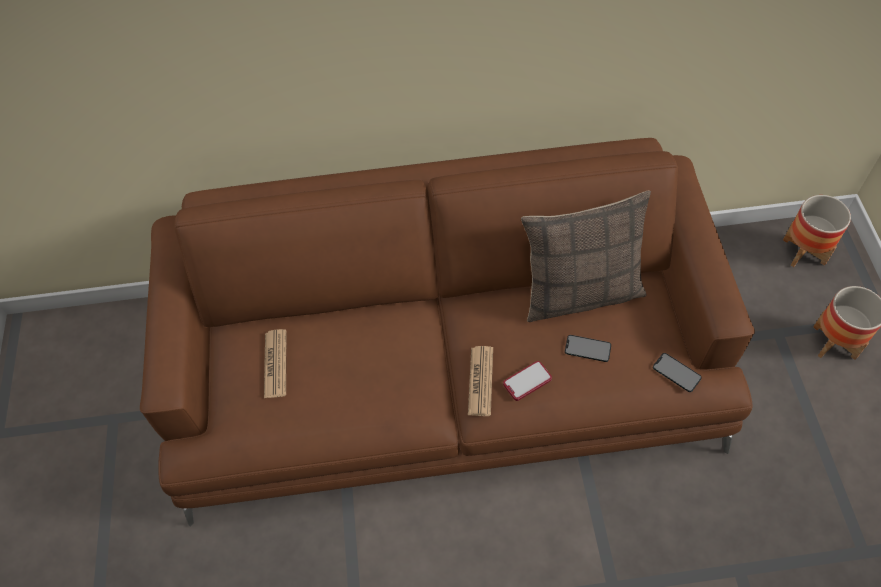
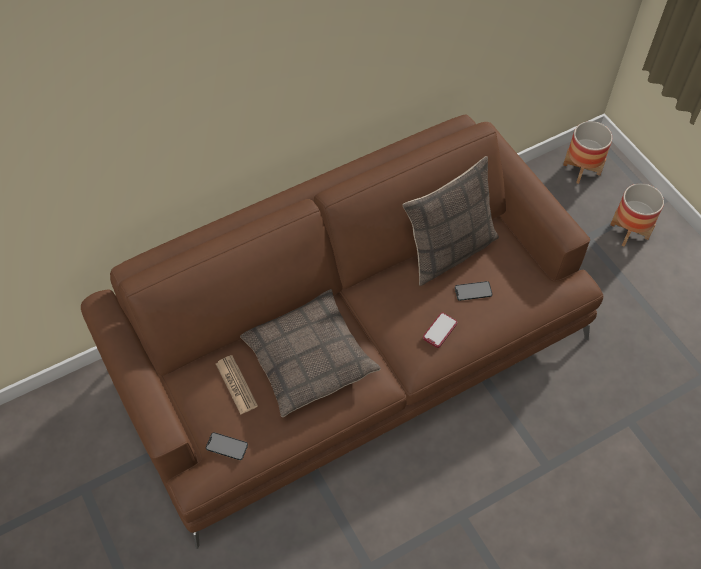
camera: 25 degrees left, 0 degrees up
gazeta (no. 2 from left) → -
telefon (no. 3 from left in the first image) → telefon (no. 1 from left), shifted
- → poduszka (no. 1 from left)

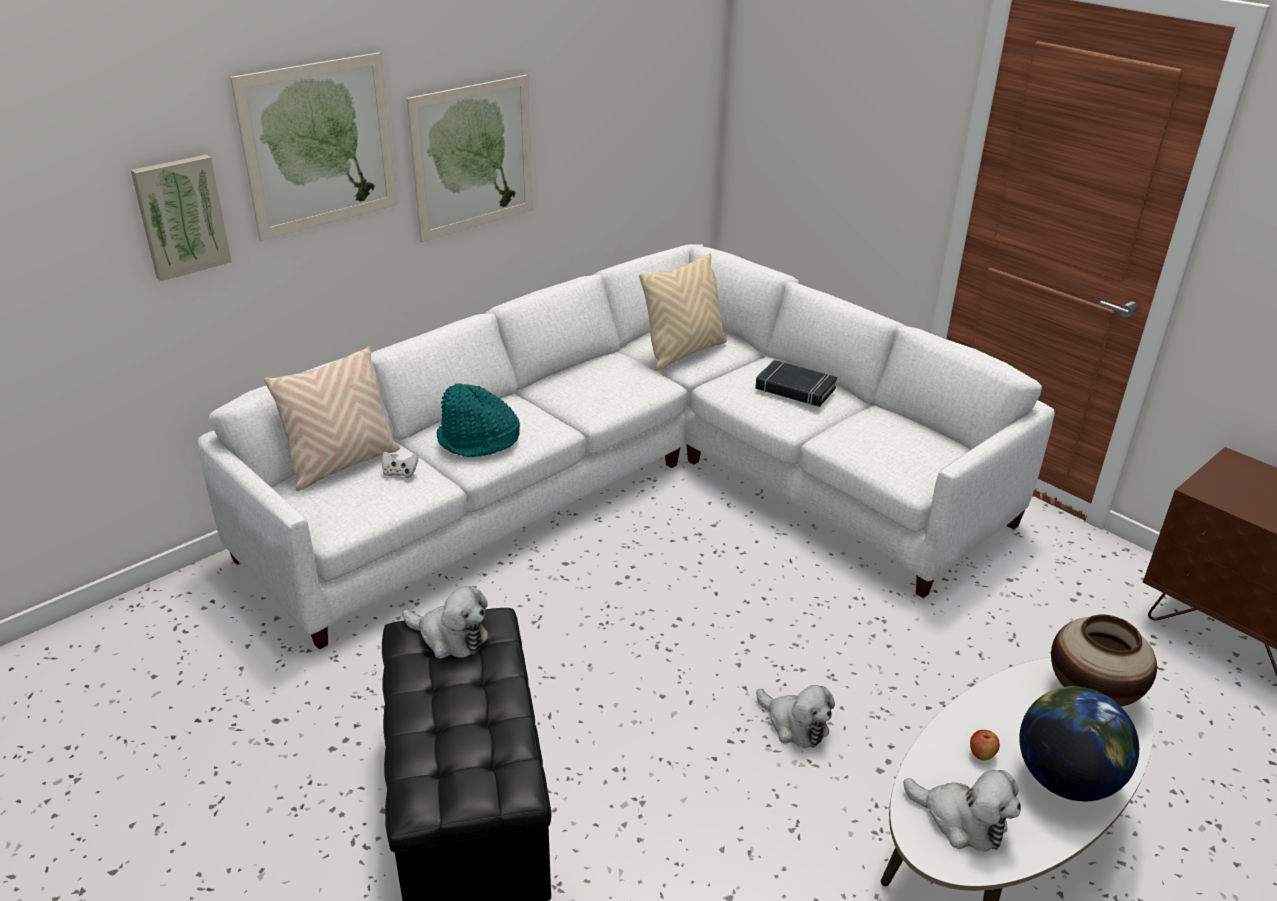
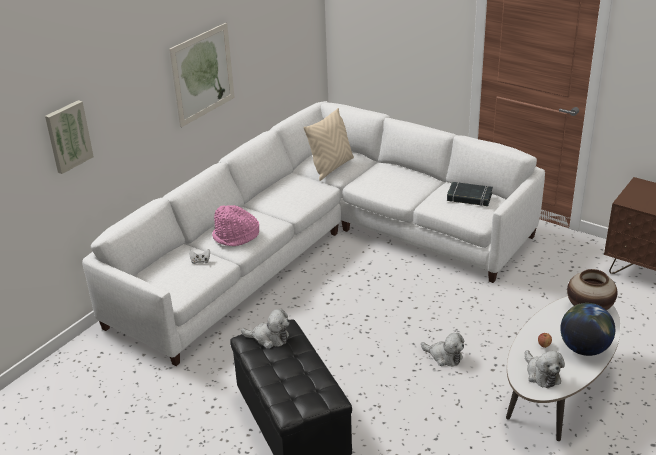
camera: 10 degrees left, 0 degrees up
obraz (no. 2 from left) → -
poduszka/beżowy (no. 1 from left) → -
książka/czarny, shifted
kapelusz/turkusowy → kapelusz/różowy
pluszak (no. 3 from left), 45 degrees clockwise

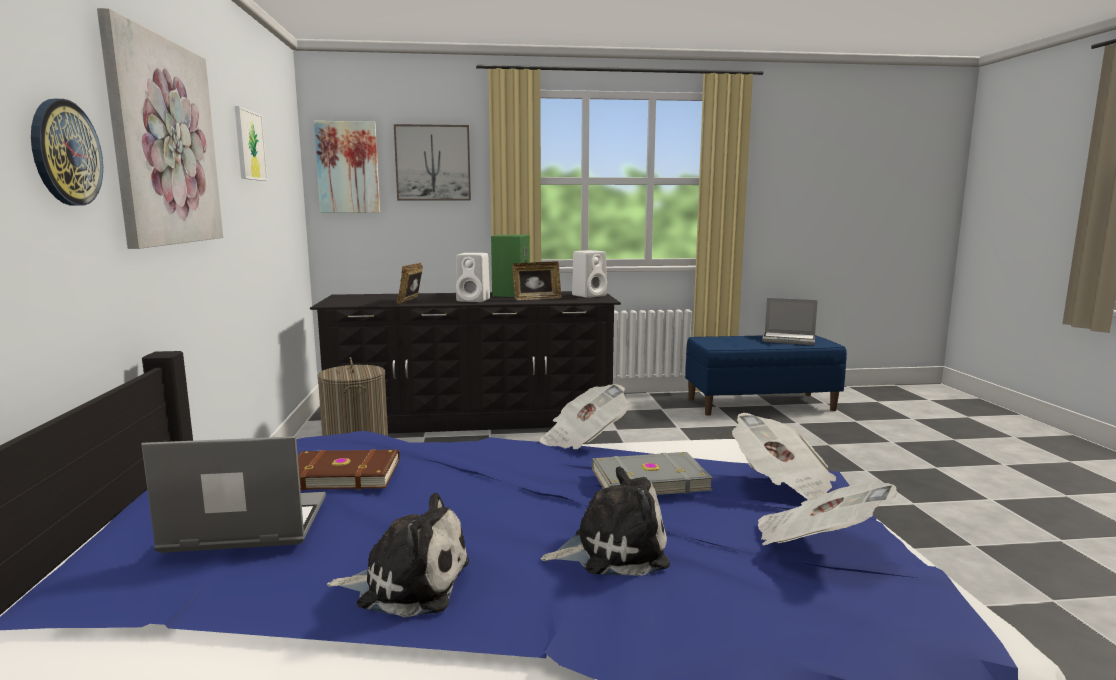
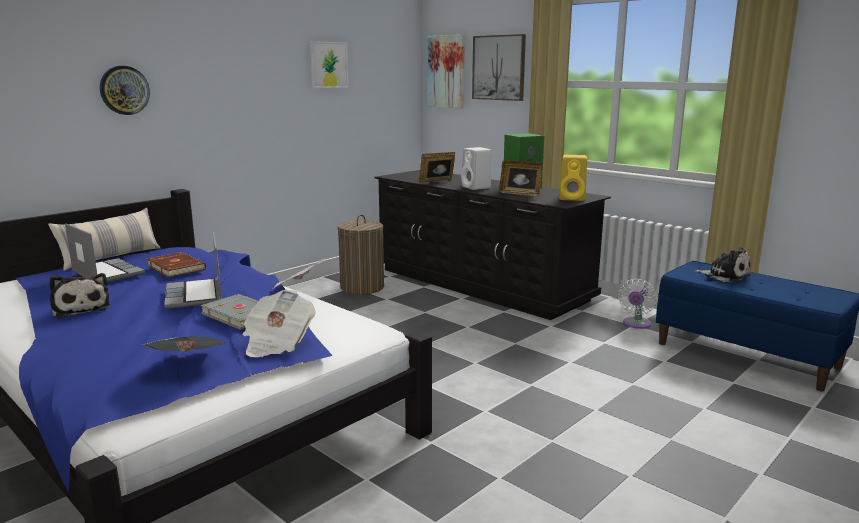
camera: 50 degrees right, 5 degrees up
obraz (no. 1 from left) → -
głośnik/biały (no. 2 from left) → głośnik/żółty
laptop (no. 2 from left), shifted
pluszak (no. 2 from left), shifted
- → poduszka
- → wentylator/biały

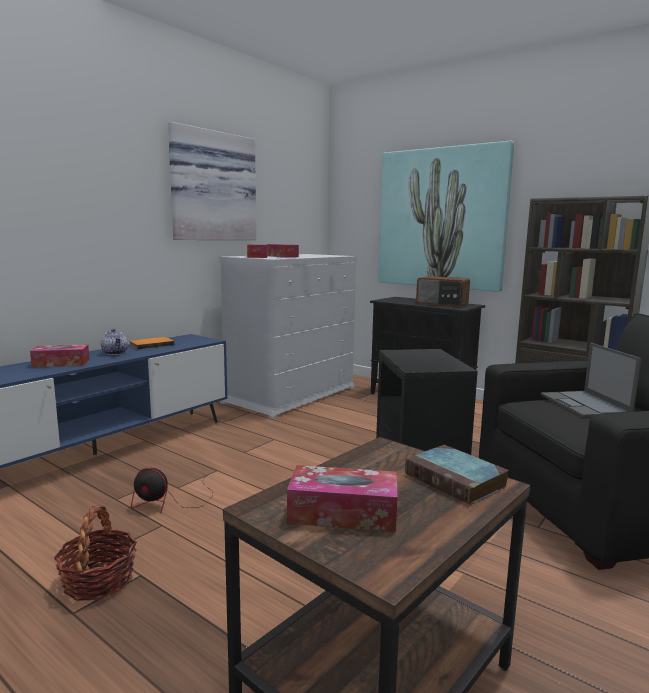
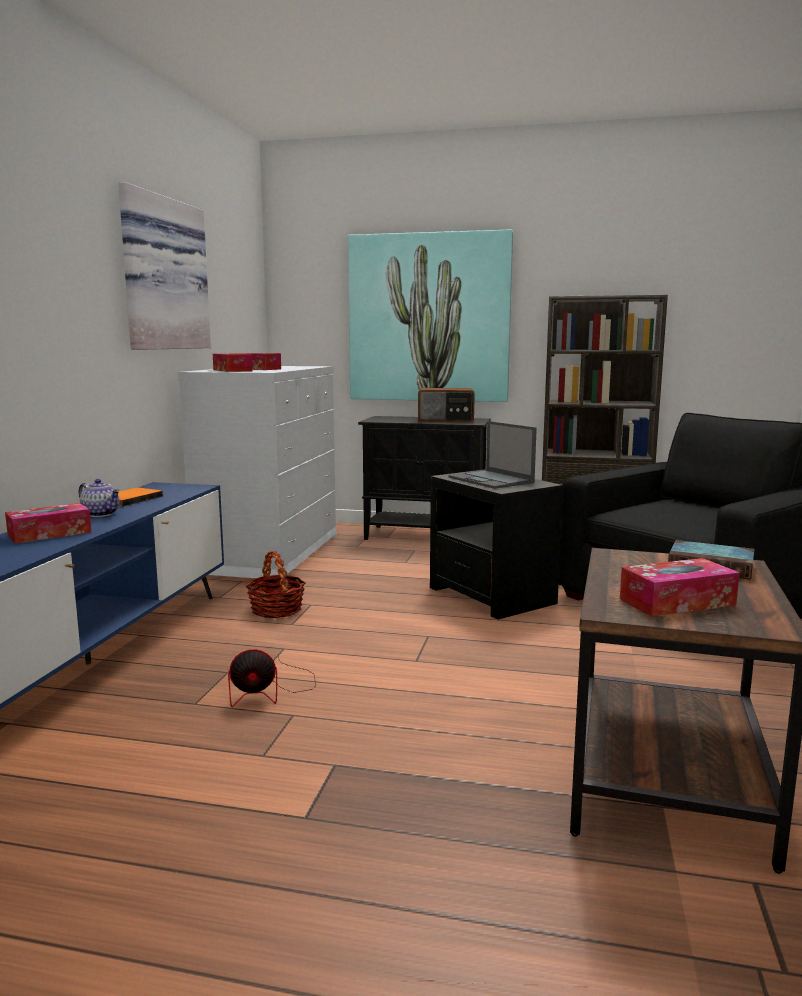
camera: 25 degrees left, 0 degrees up
laptop, shifted
koszyk, shifted

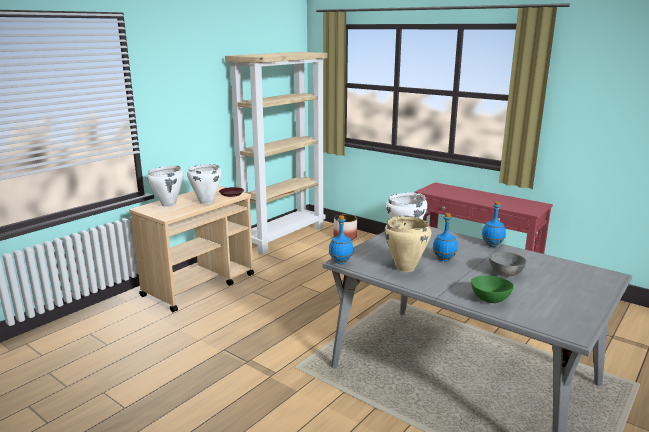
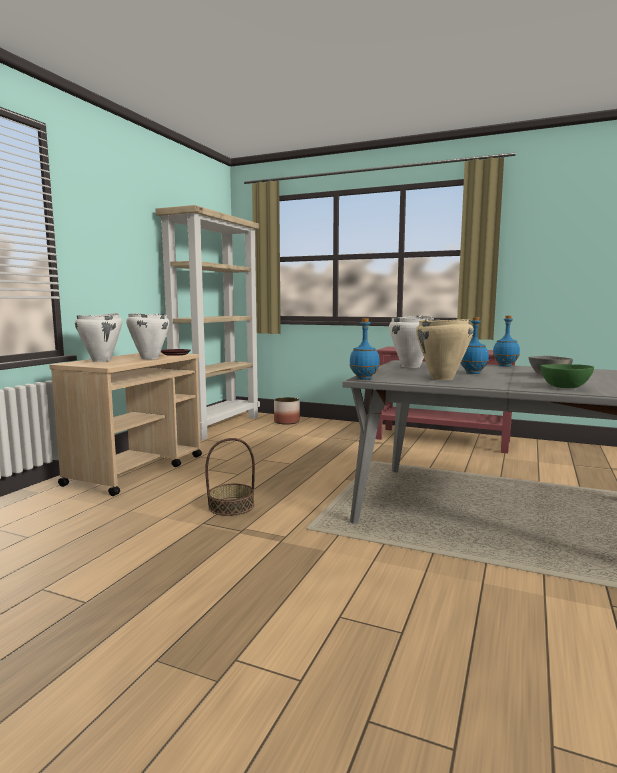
camera: 15 degrees left, 10 degrees down
- → koszyk

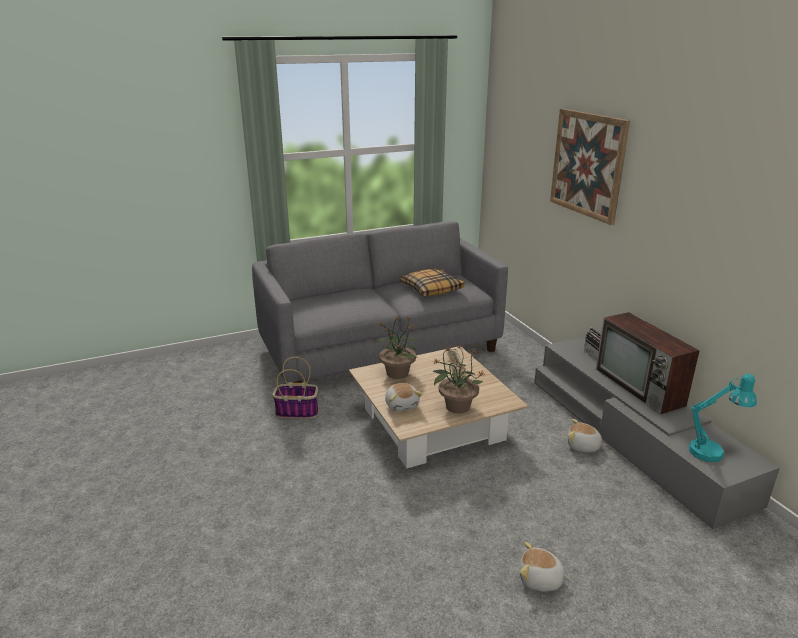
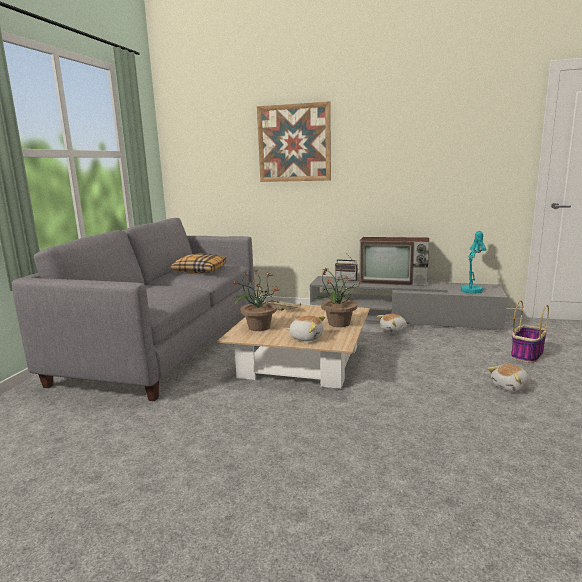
camera: 50 degrees left, 10 degrees down
koszyk, shifted

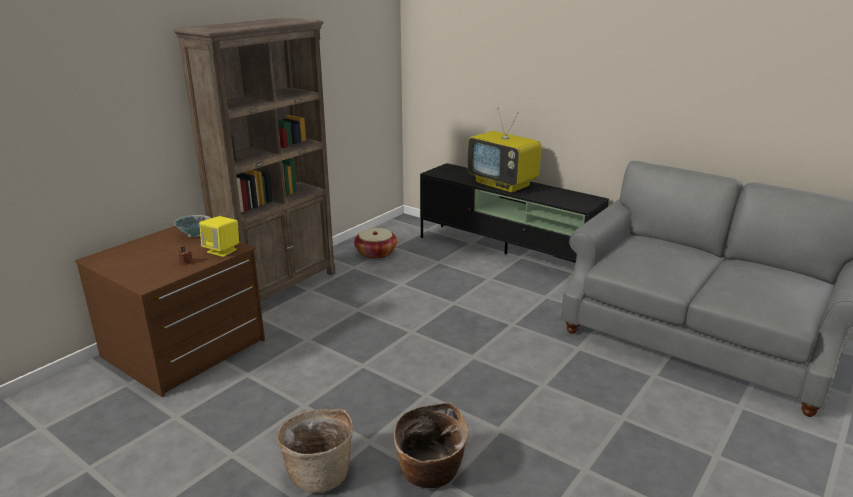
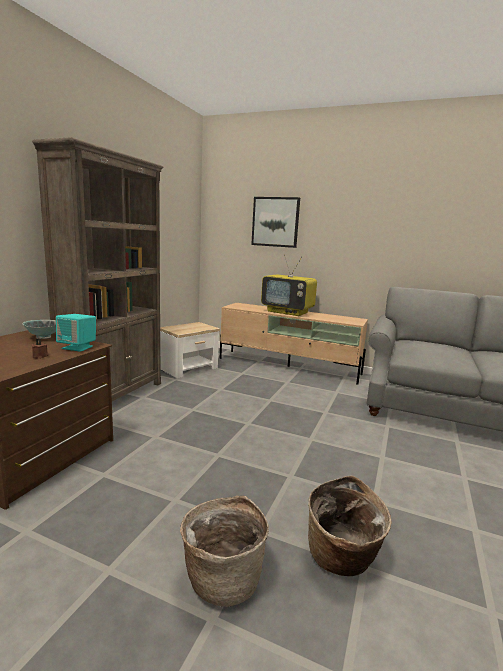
camera: 15 degrees left, 10 degrees down
szafka pod telewizor/czarny → szafka pod telewizor/beżowy
głośnik/żółty → głośnik/turkusowy
koszyk (no. 2 from left) → stolik
- → obraz

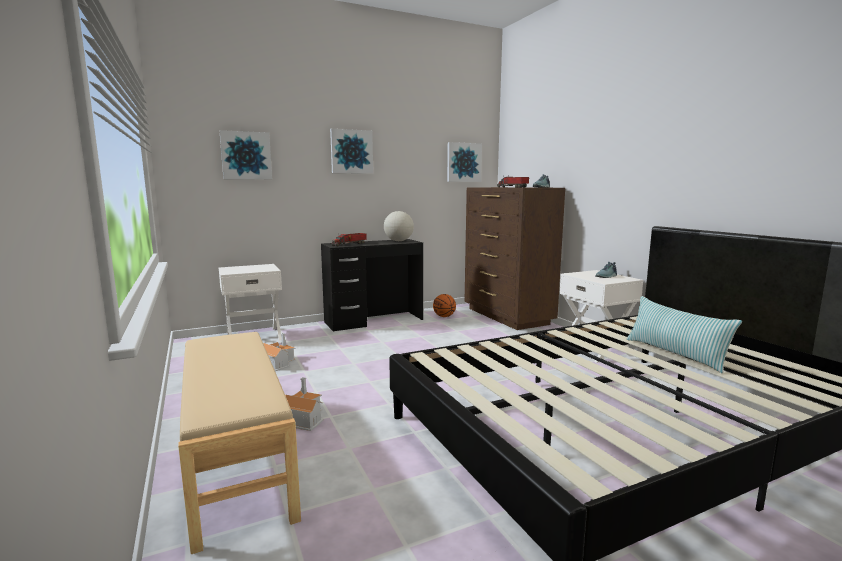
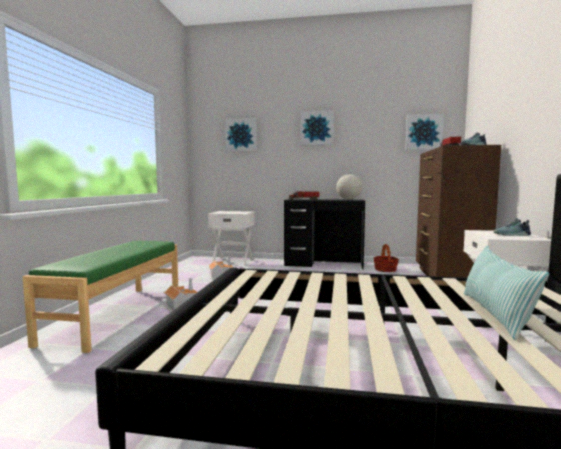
camera: 35 degrees right, 5 degrees down
piłka do koszykówki → koszyk
ławka/beżowy → ławka/zielony

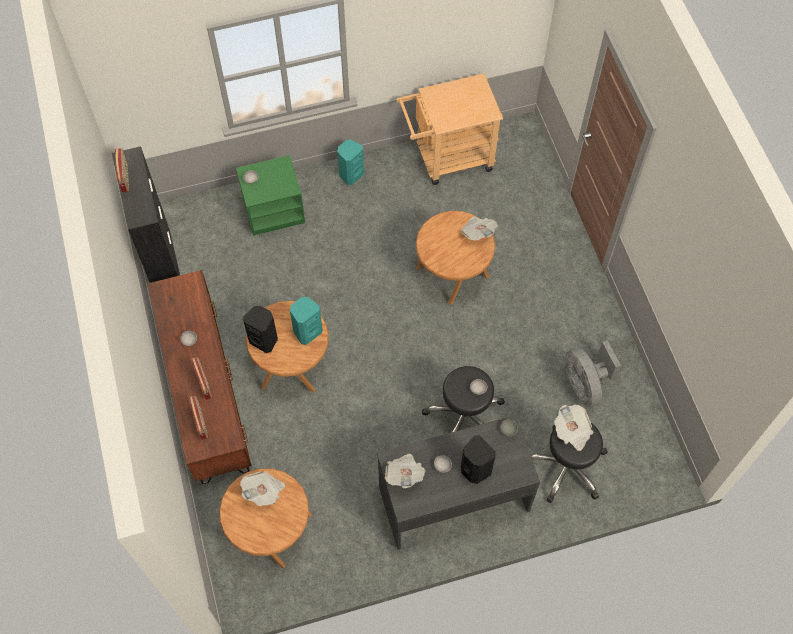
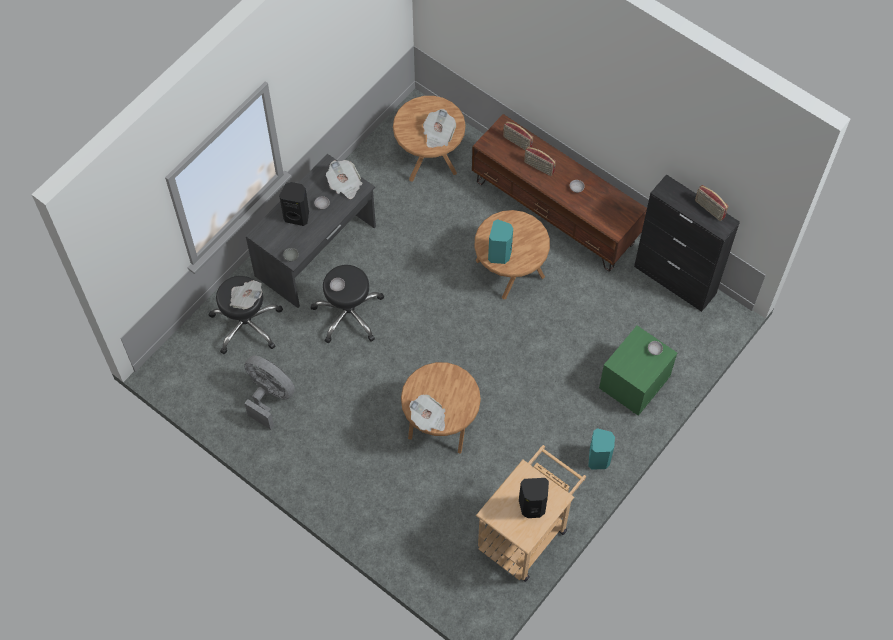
camera: 145 degrees right, 0 degrees up
głośnik/czarny (no. 1 from left in the first image) → głośnik/czarny (no. 2 from left), shifted

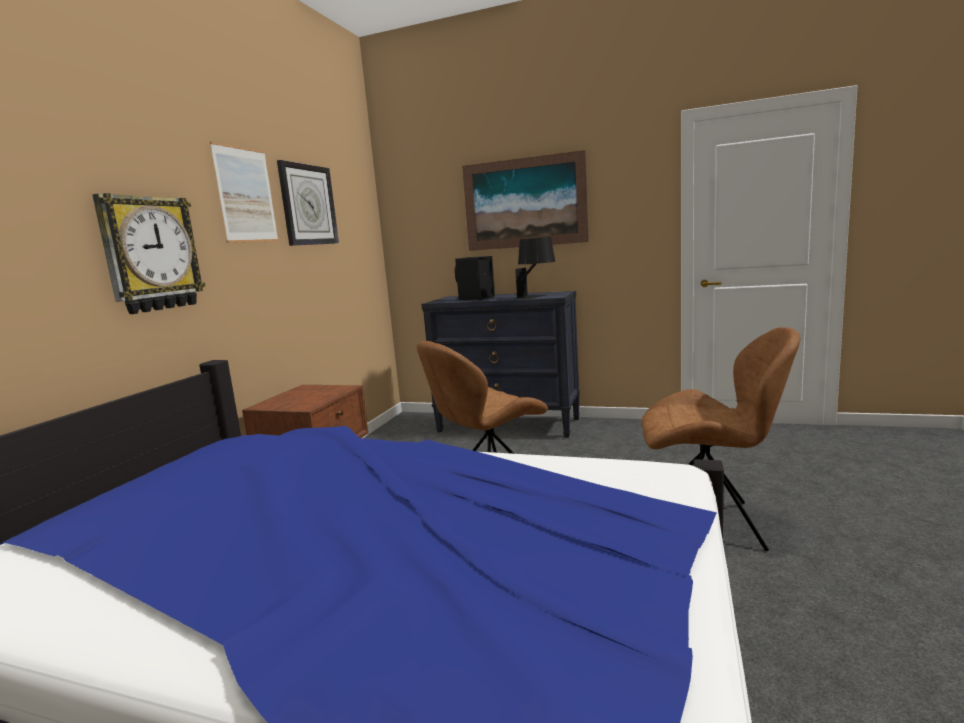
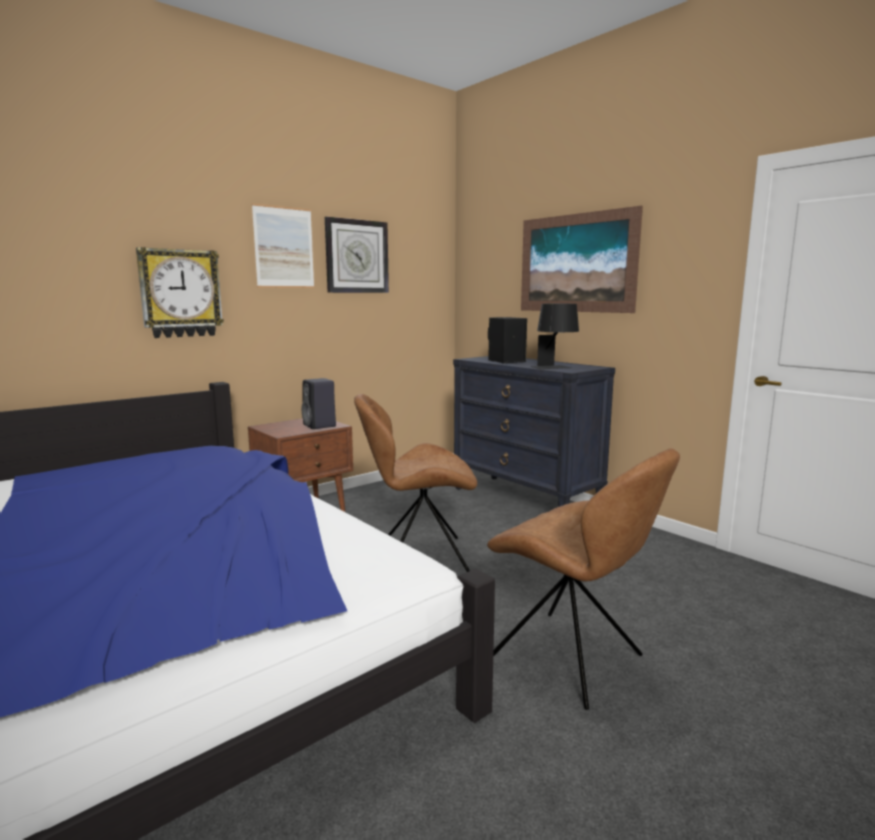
camera: 30 degrees right, 0 degrees up
- → głośnik/czarny (no. 1 from left)

